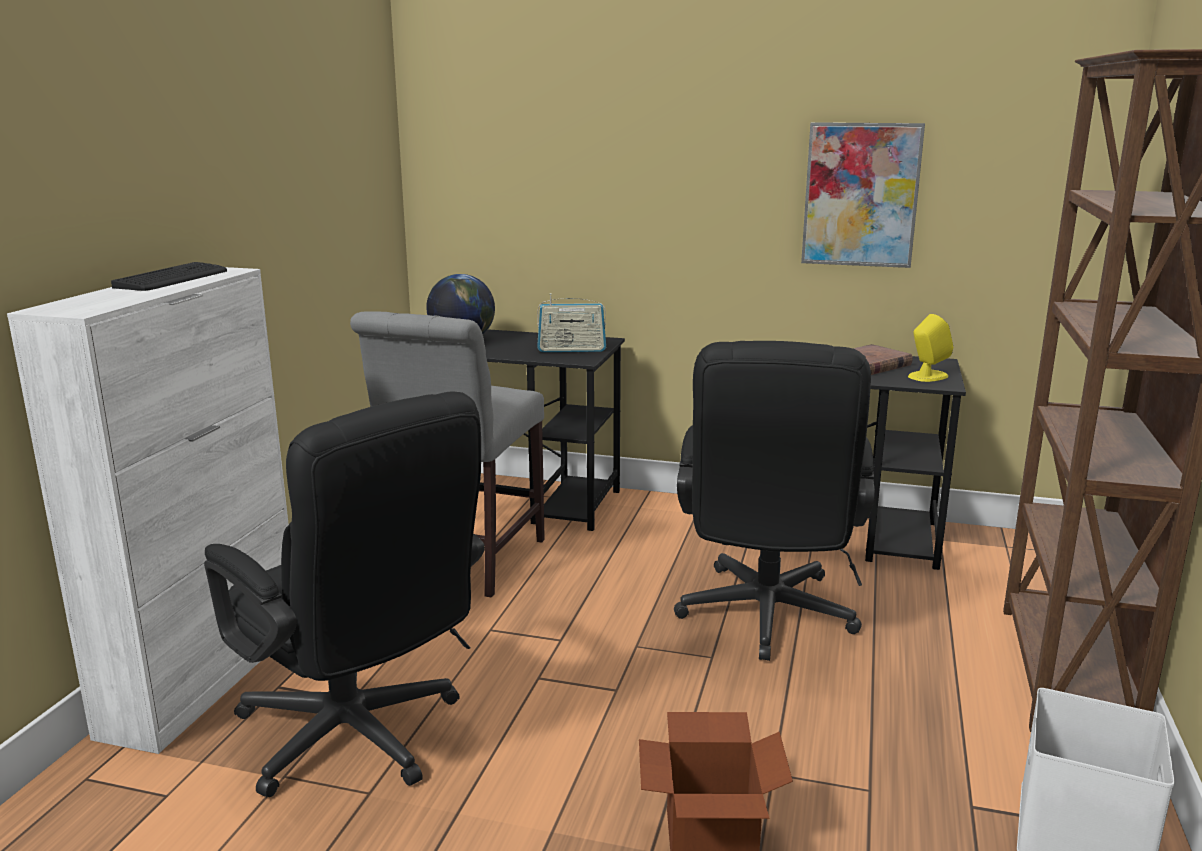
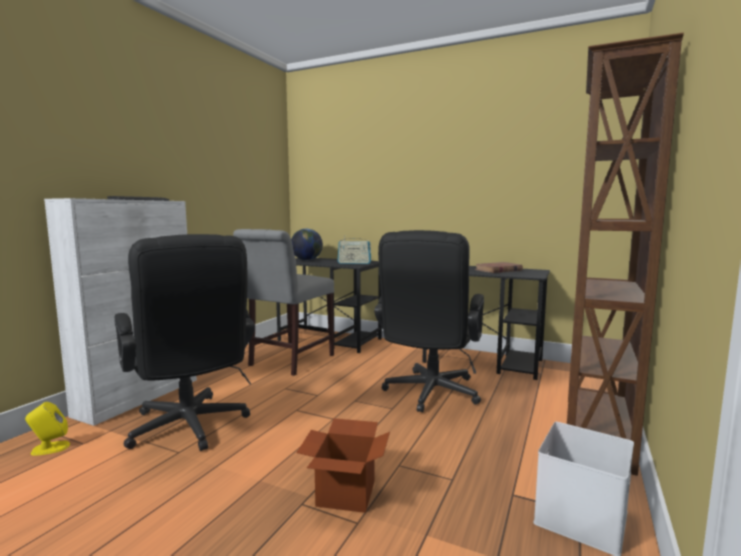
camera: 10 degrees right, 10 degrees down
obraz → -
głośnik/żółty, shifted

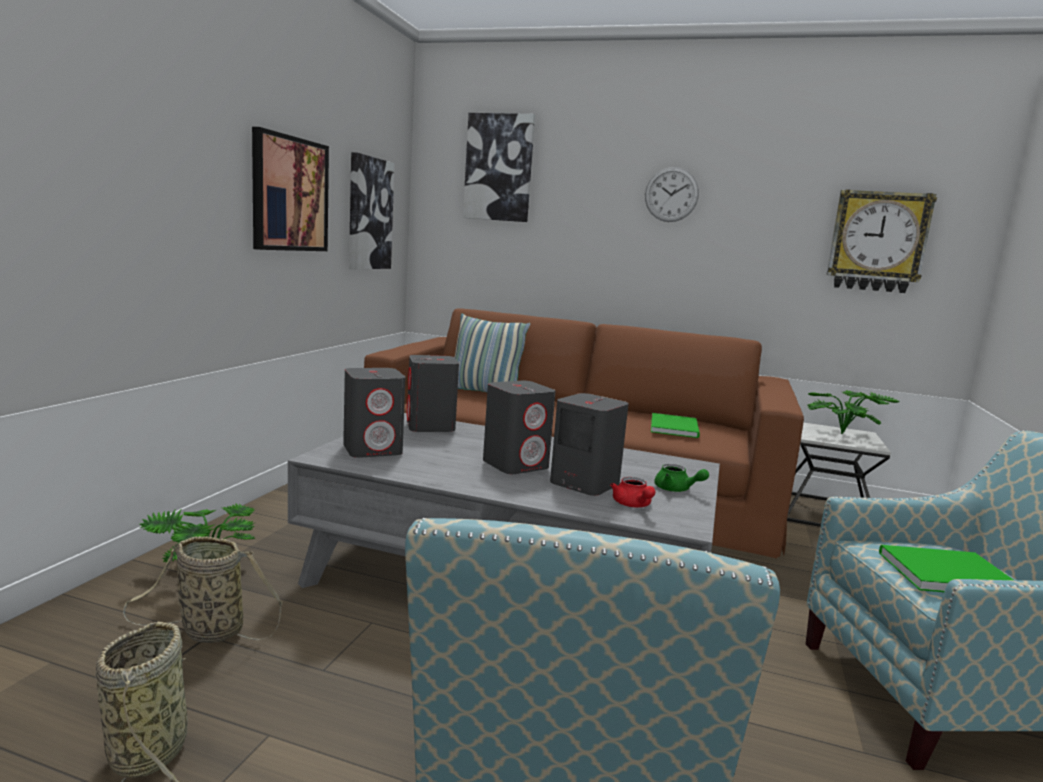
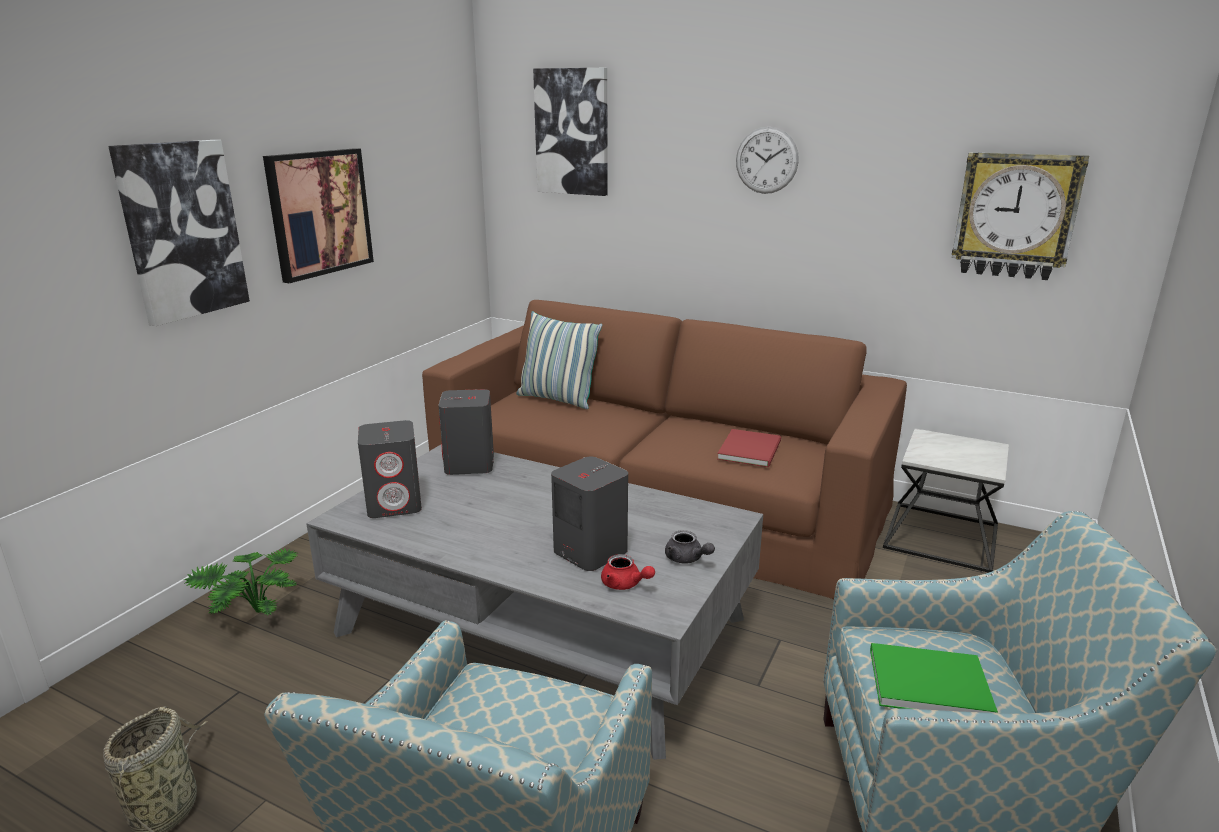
camera: 10 degrees right, 10 degrees up
obraz (no. 2 from left in the first image) → obraz (no. 1 from left), shifted
głośnik/szary (no. 3 from left) → -
roślina doniczkowa (no. 2 from left) → -
książka/zielony (no. 1 from left) → książka/czerwony
imbryk/zielony → imbryk/szary
imbryk/czerwony, 45 degrees counterclockwise
koszyk (no. 2 from left) → -

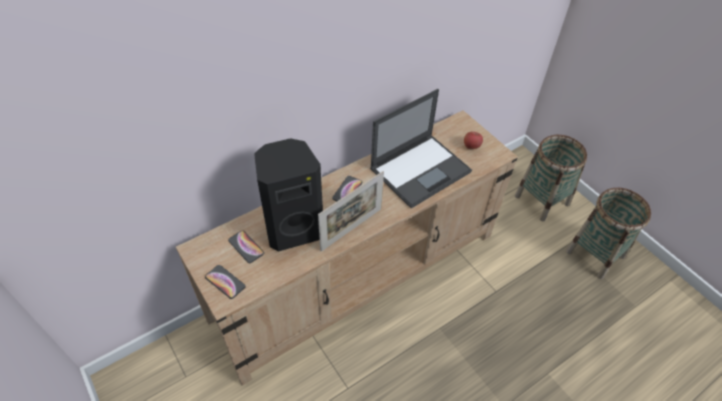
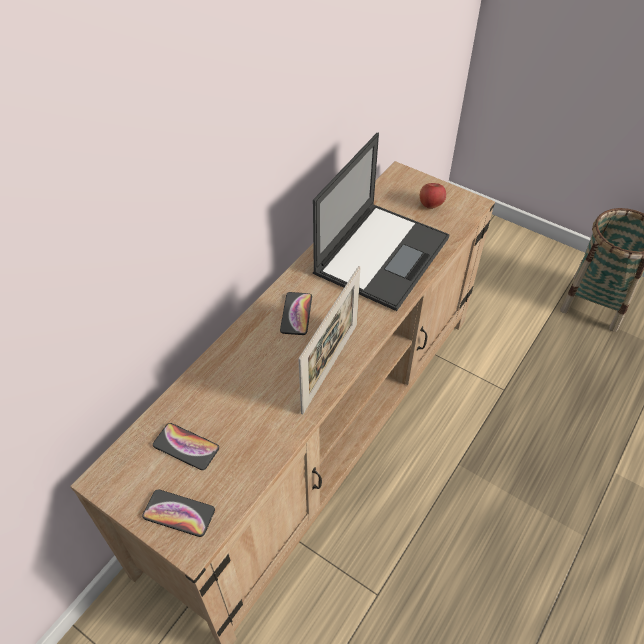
camera: 20 degrees left, 0 degrees up
koszyk (no. 1 from left) → -
głośnik/czarny → -

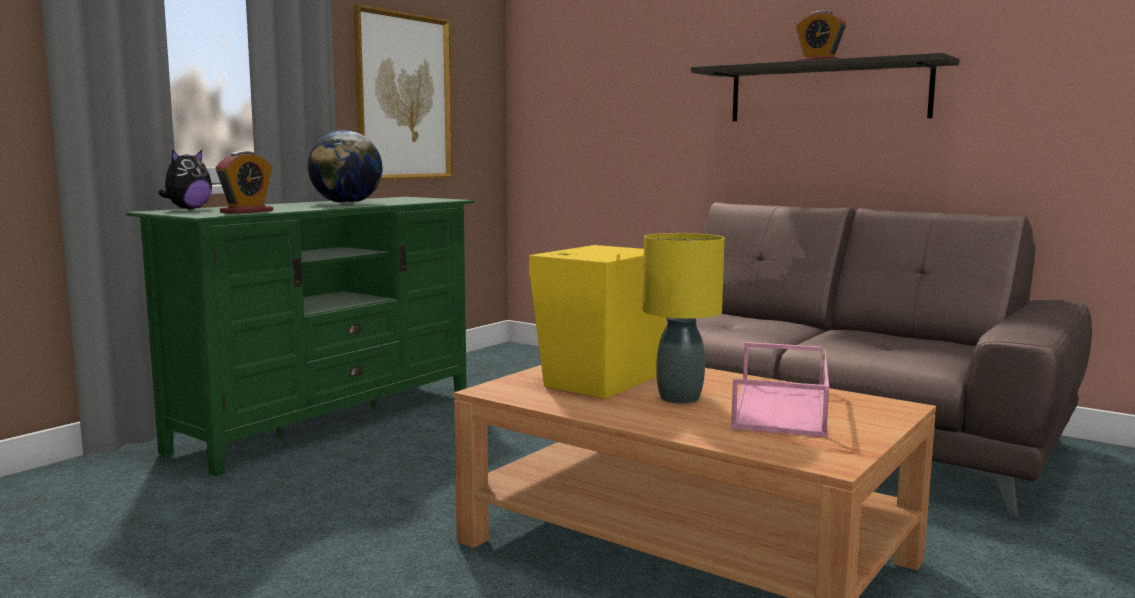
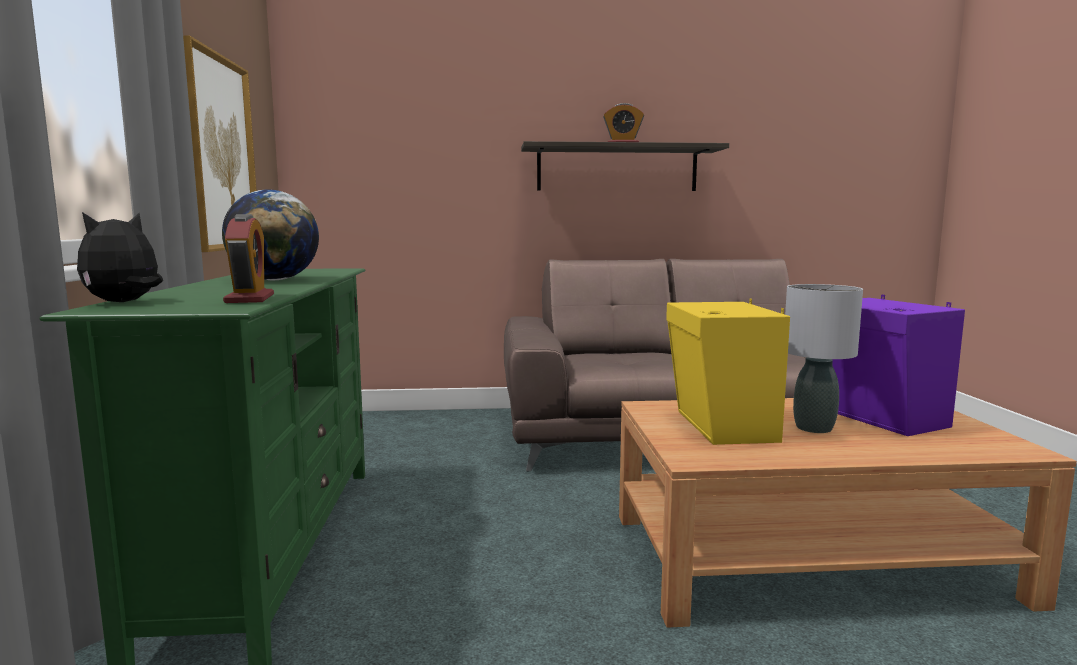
camera: 40 degrees left, 0 degrees up
pluszak, 135 degrees counterclockwise
lampa stołowa/żółty → lampa stołowa/szary
taca/różowy → głośnik/fioletowy

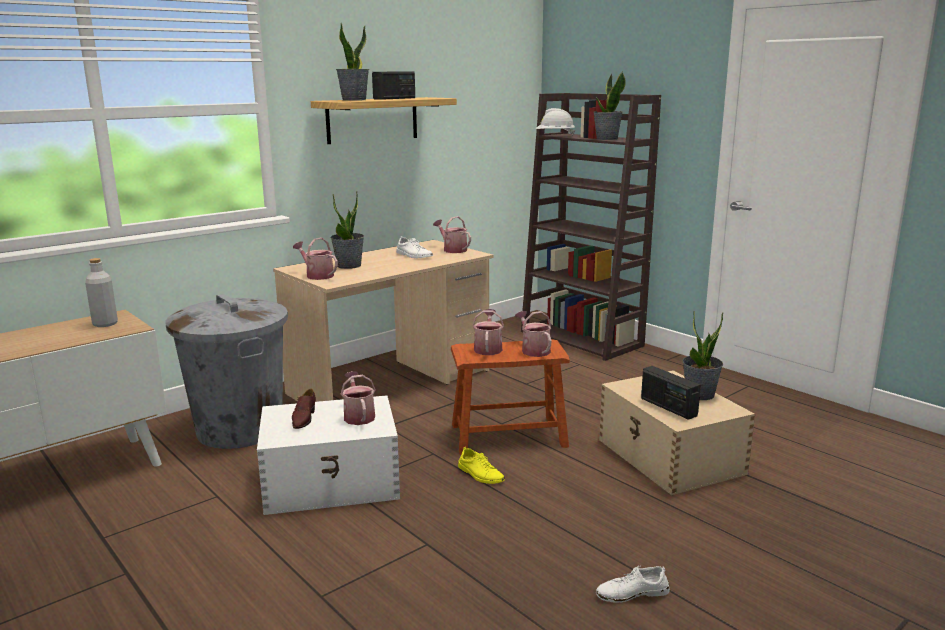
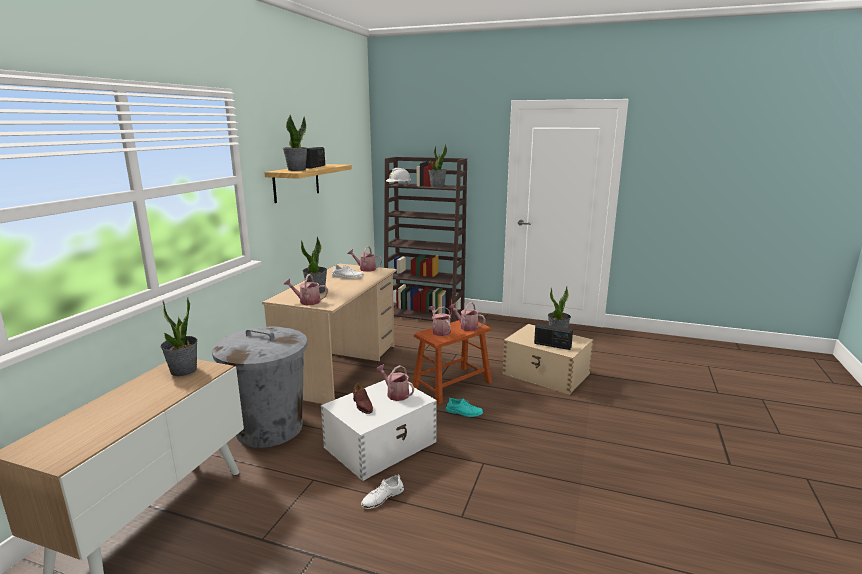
camera: 30 degrees left, 0 degrees up
butelka/szary → roślina doniczkowa (no. 1 from left)
but/żółty → but/turkusowy
but/biały (no. 2 from left), shifted

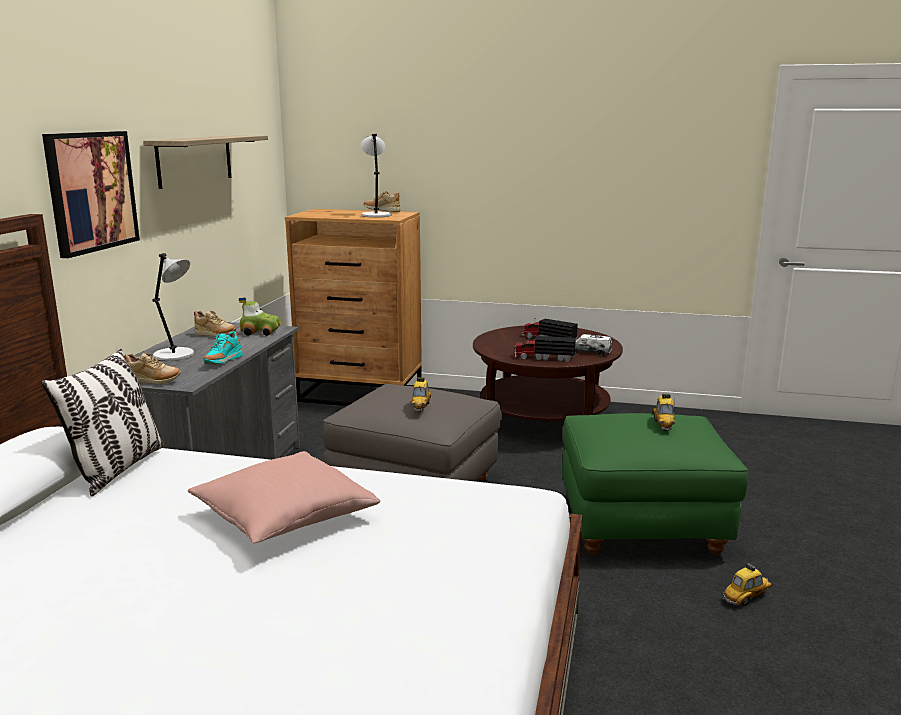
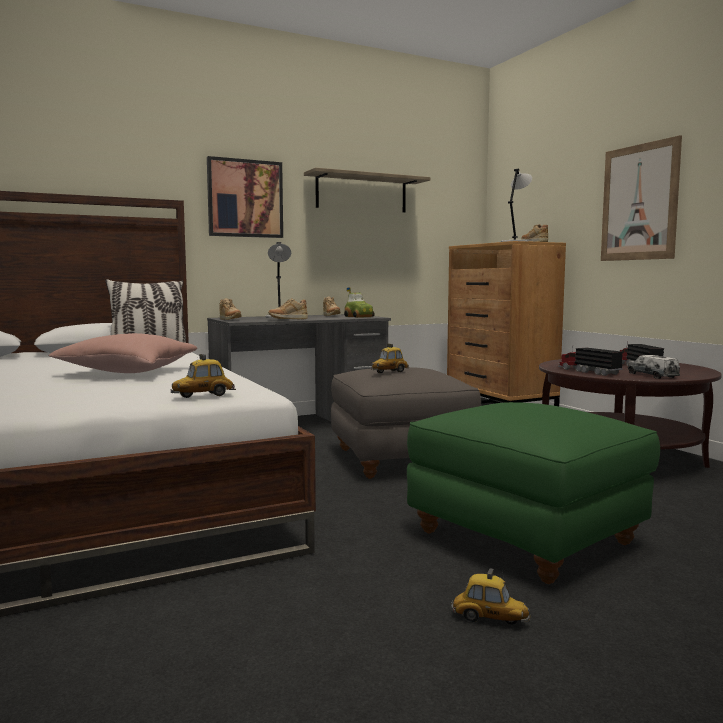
camera: 50 degrees right, 10 degrees down
but/turkusowy → but/beżowy (no. 2 from left)
samochodzik (no. 3 from left in the first image) → samochodzik (no. 1 from left), shifted
- → obraz (no. 2 from left)

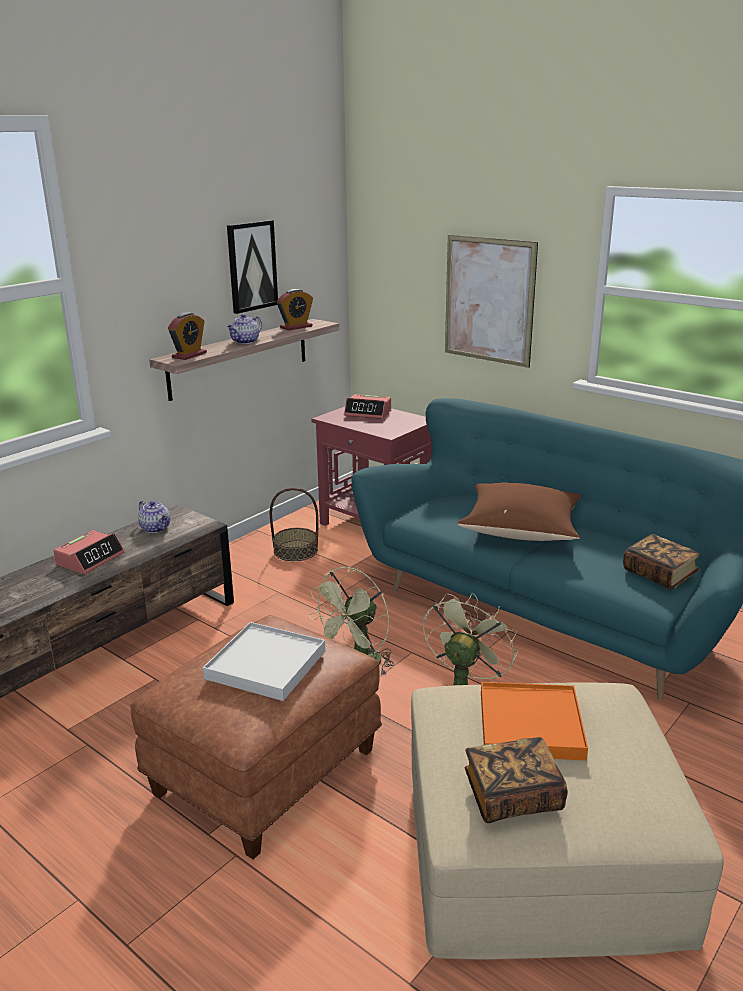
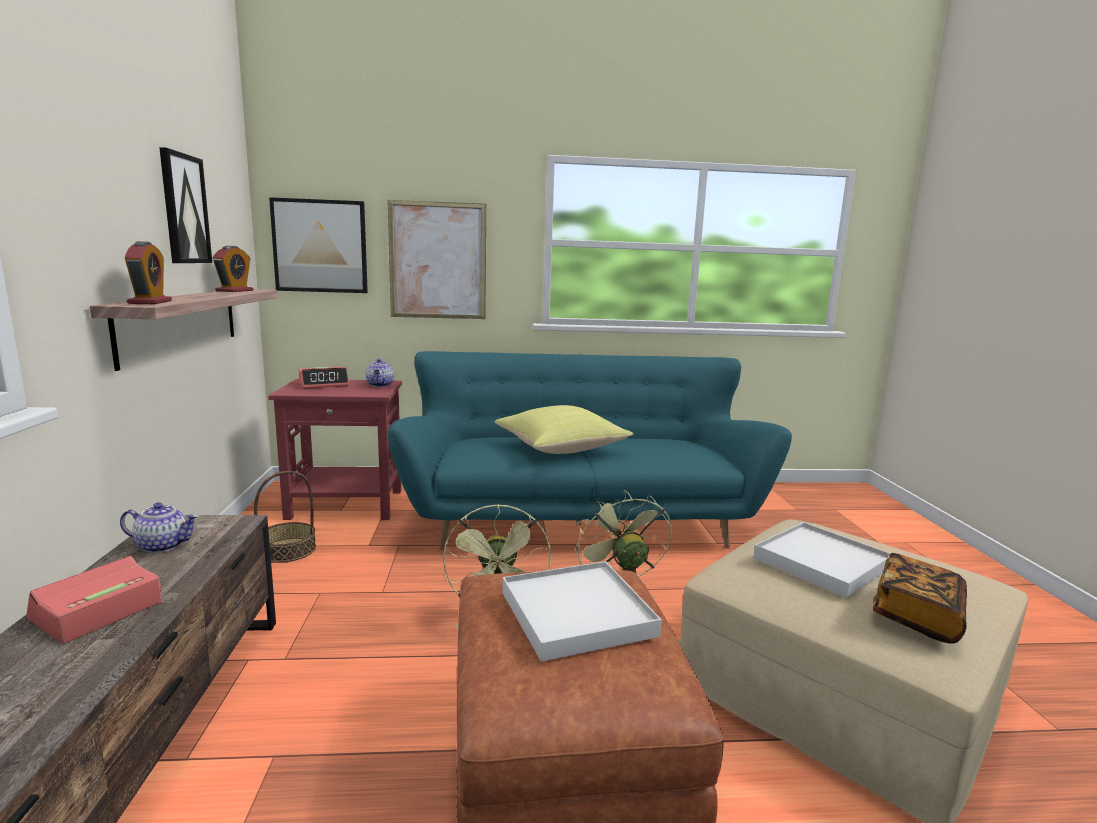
camera: 45 degrees left, 10 degrees down
imbryk (no. 2 from left), shifted
poduszka/brązowy → poduszka/żółty
budzik (no. 1 from left), 135 degrees counterclockwise
książka (no. 2 from left) → -
taca/pomarańczowy → taca/biały (no. 2 from left)
- → obraz (no. 2 from left)

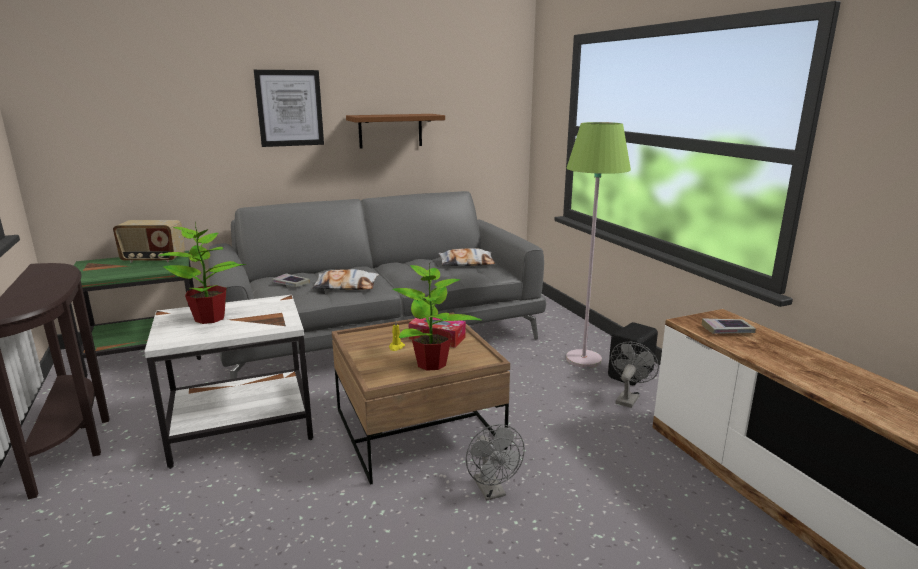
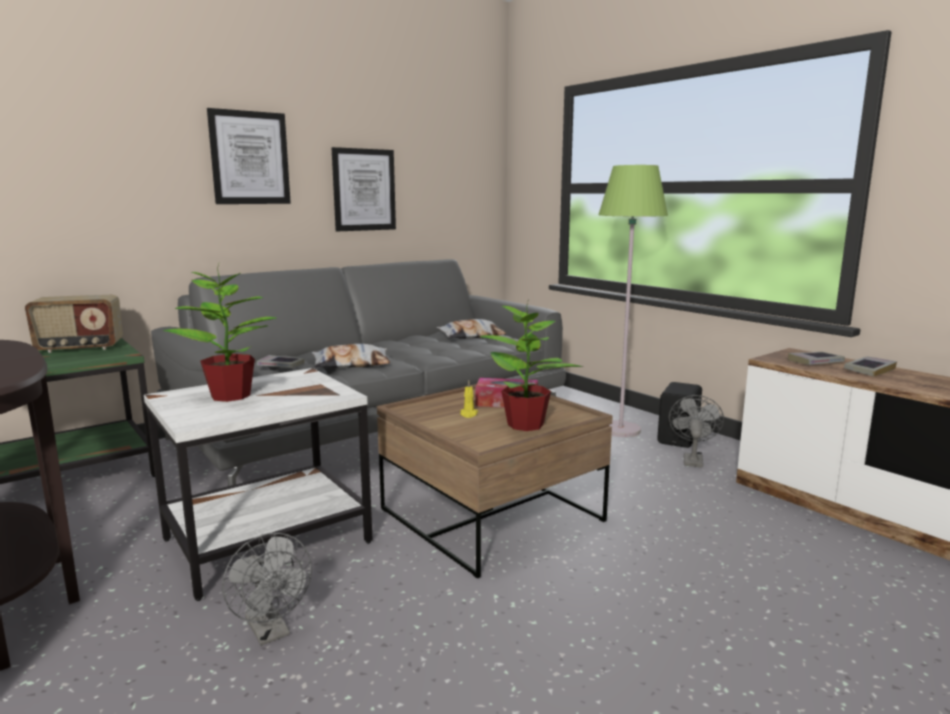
camera: 15 degrees left, 5 degrees down
półka/brązowy → obraz (no. 2 from left)
wentylator/szary (no. 1 from left), shifted
- → książka (no. 3 from left)

